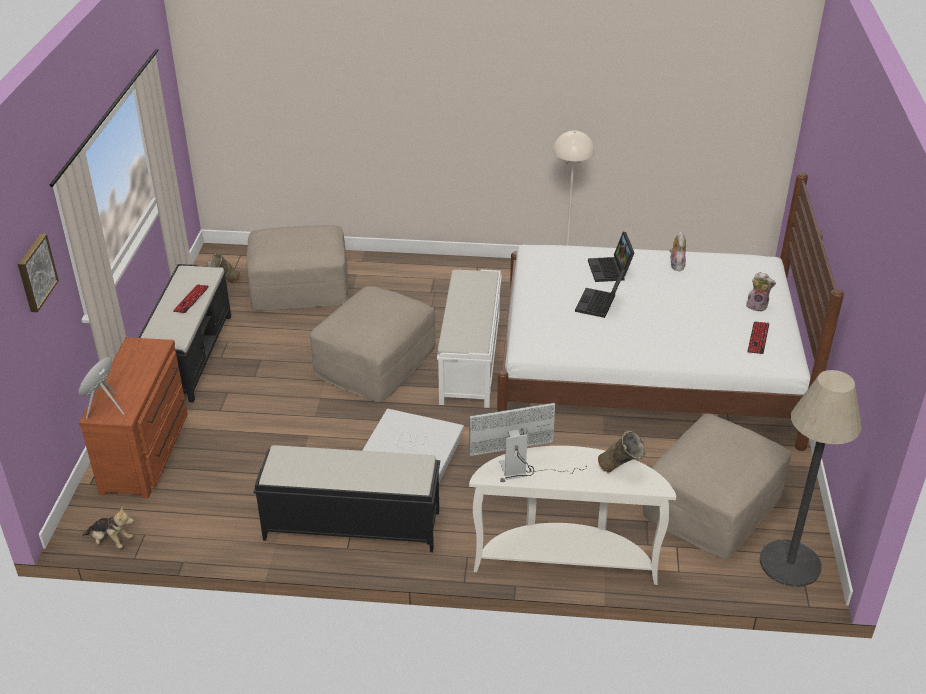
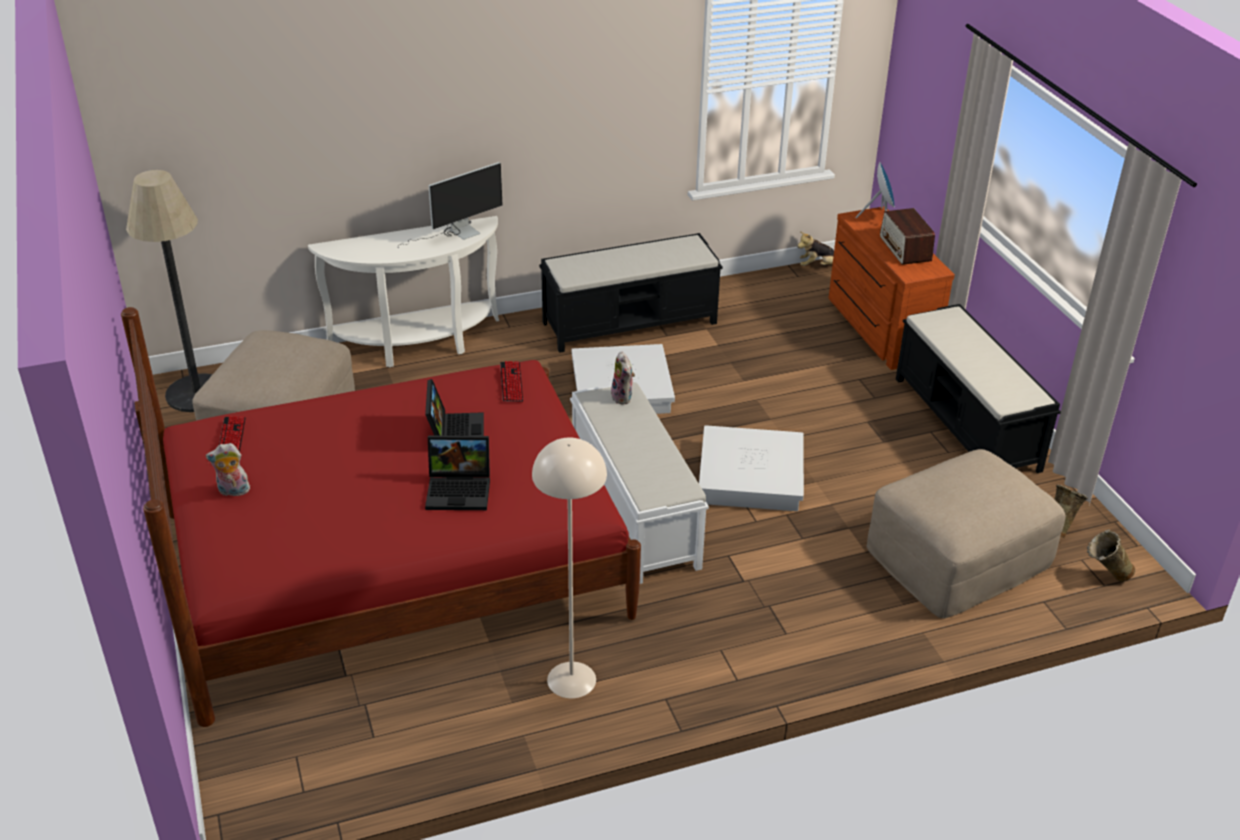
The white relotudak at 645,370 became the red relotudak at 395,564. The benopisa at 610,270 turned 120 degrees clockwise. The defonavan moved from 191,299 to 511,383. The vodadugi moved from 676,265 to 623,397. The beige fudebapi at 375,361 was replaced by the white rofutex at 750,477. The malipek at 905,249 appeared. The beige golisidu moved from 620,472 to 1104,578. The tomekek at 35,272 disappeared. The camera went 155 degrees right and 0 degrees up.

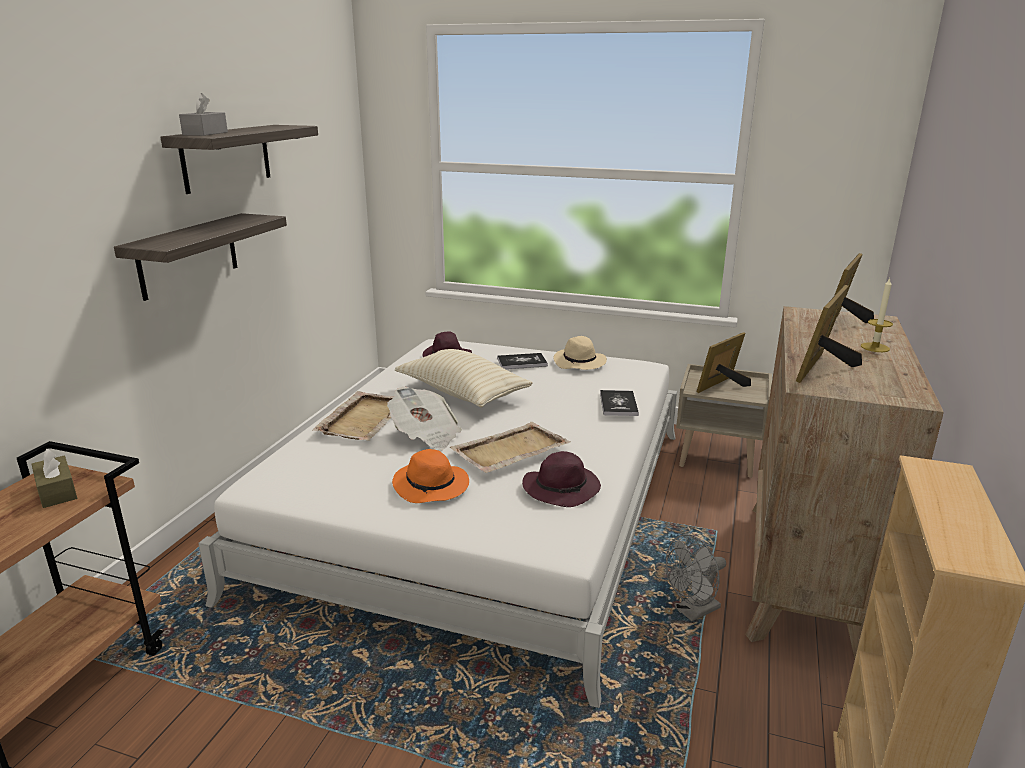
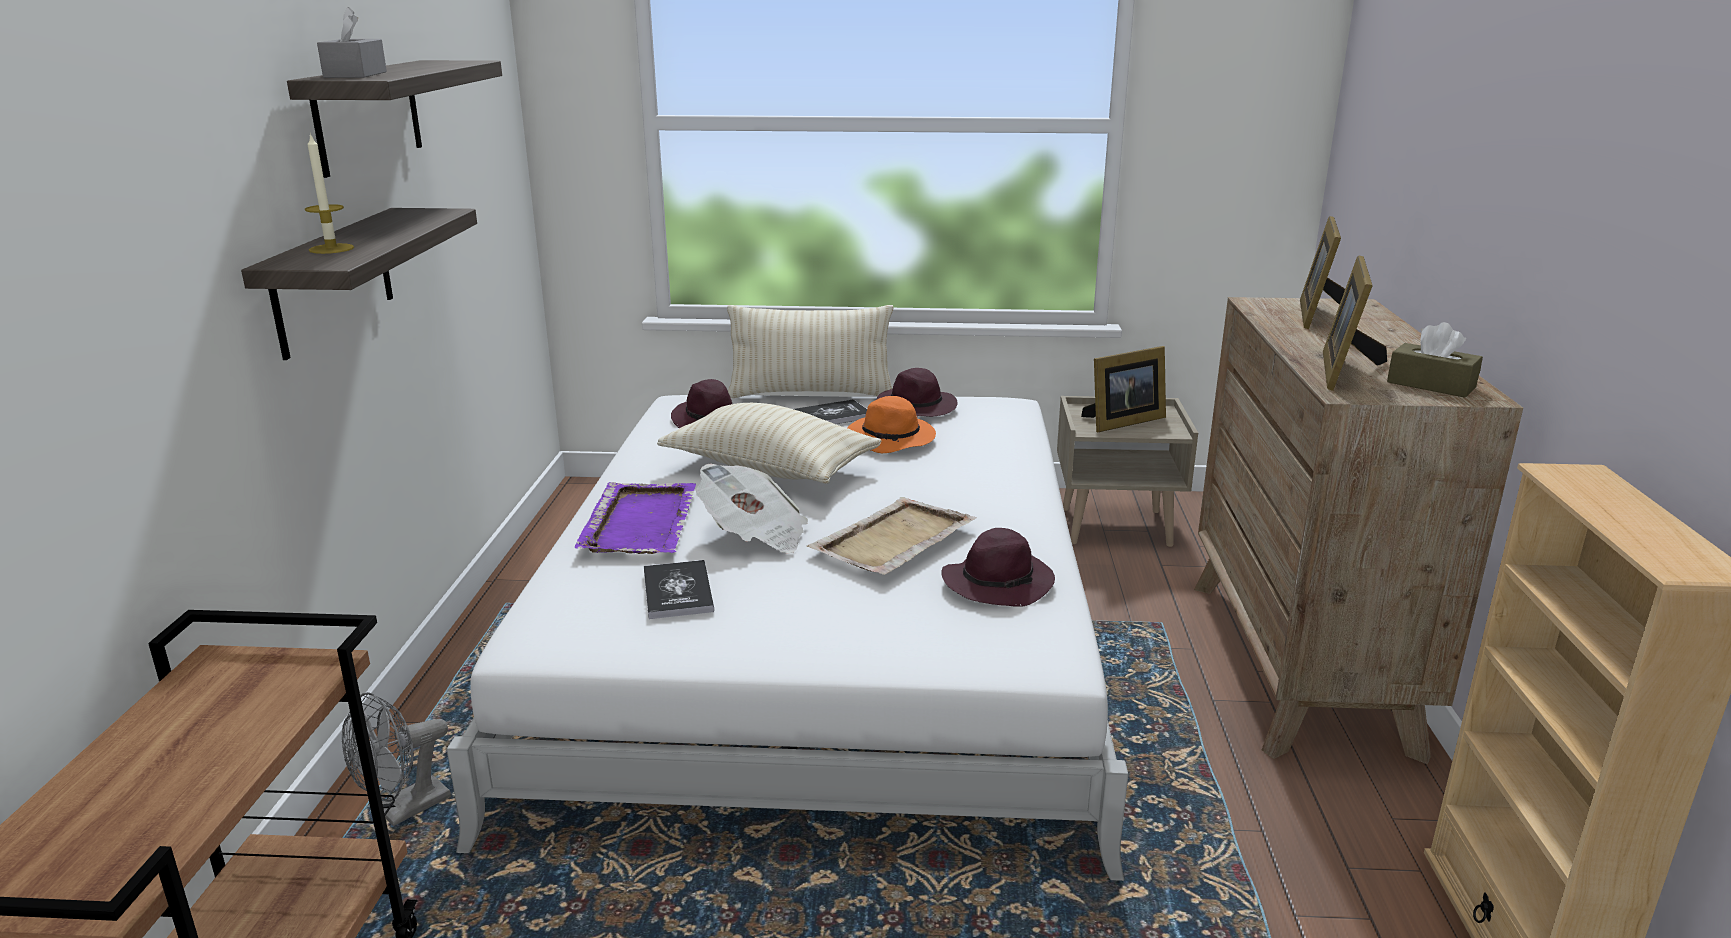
The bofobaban moved from 875,347 to 331,249. The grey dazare moved from 692,612 to 404,811. The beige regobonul at 363,418 became the purple regobonul at 640,521. The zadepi moved from 618,404 to 678,591. The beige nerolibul at 811,394 appeared. The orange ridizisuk moved from 432,486 to 892,439. The beige ridizisuk at 580,363 became the purple ridizisuk at 917,408. The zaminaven at 722,386 turned 150 degrees counterclockwise. The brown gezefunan moved from 57,491 to 1431,385. The camera went 15 degrees left and 0 degrees up.

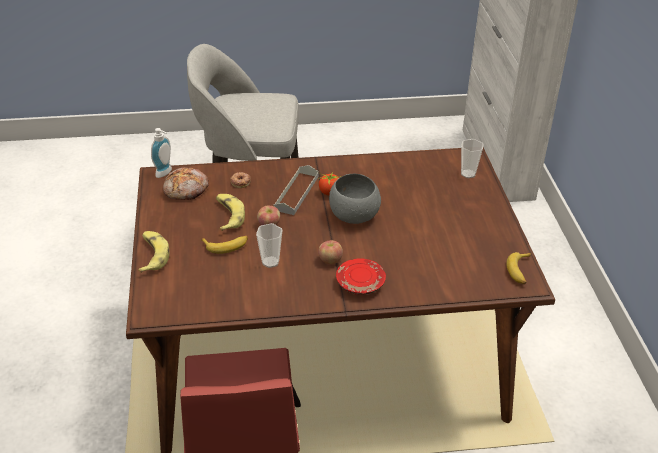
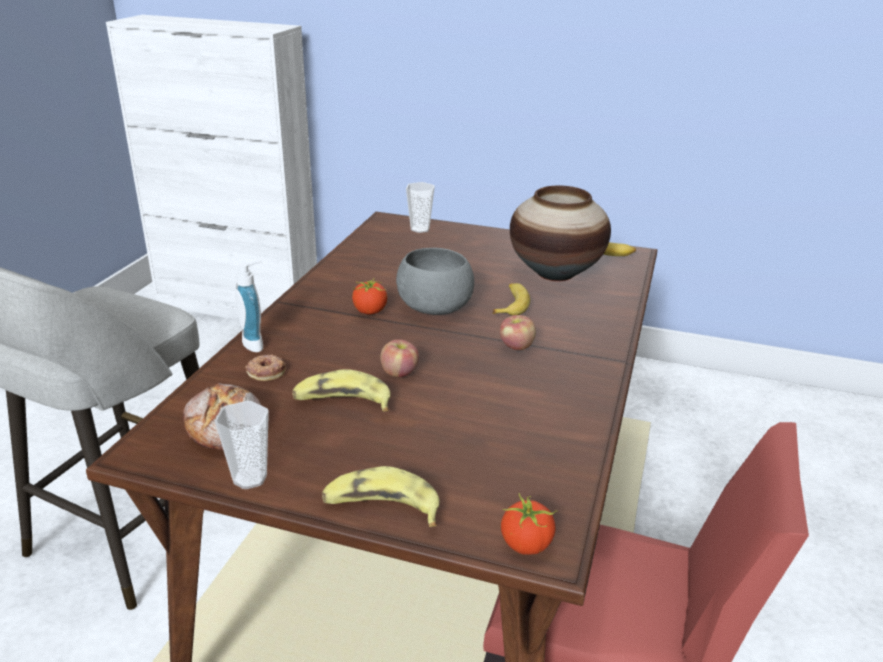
The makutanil moved from 270,262 to 250,478. The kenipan moved from 165,173 to 257,343. The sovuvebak moved from 226,246 to 511,304. The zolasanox at 526,545 appeared. The golisidu at 555,273 appeared. The grey regobonul at 296,193 disappeared. The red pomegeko at 360,283 disappeared. The camera went 65 degrees left and 10 degrees down.

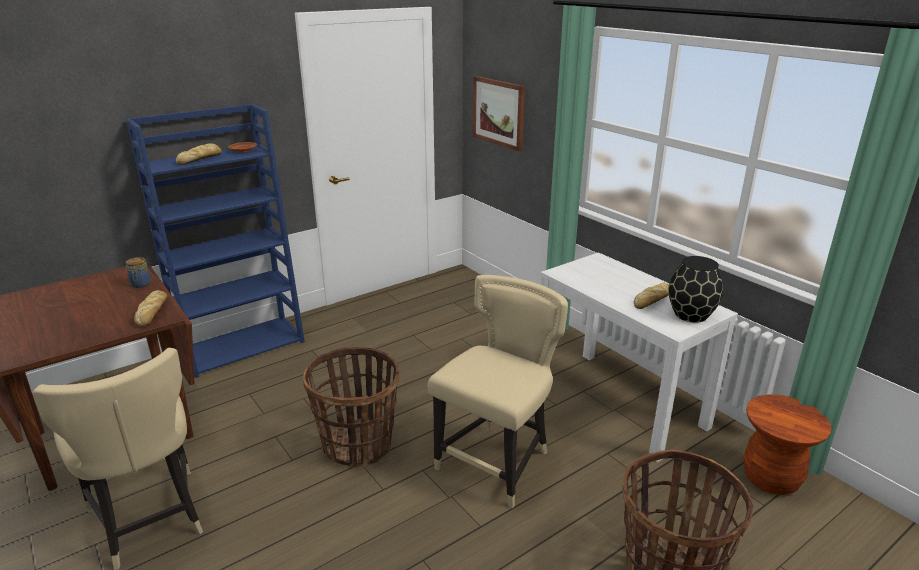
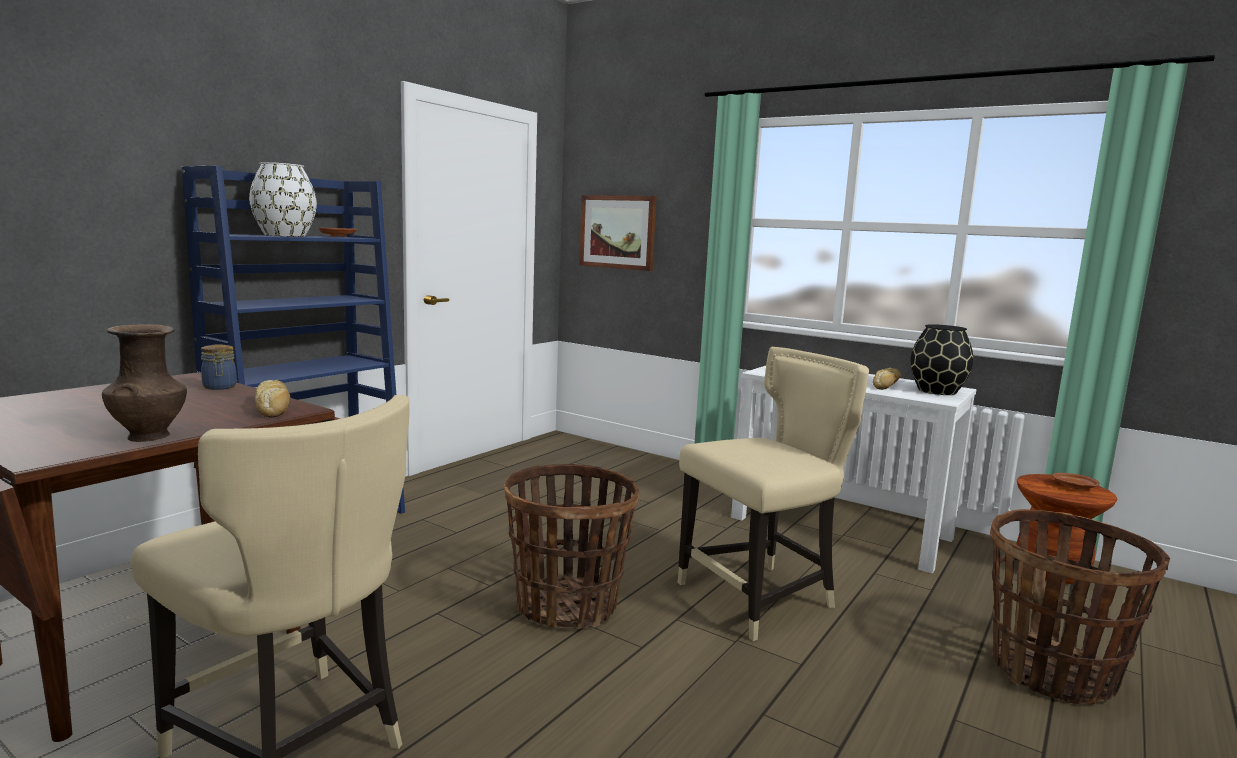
The brown golisidu at 149,436 appeared. The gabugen at 200,159 was replaced by the white golisidu at 285,235. The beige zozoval at 497,462 turned 45 degrees clockwise. The brown pomegeko at 1075,487 appeared. The camera went 20 degrees left and 15 degrees down.

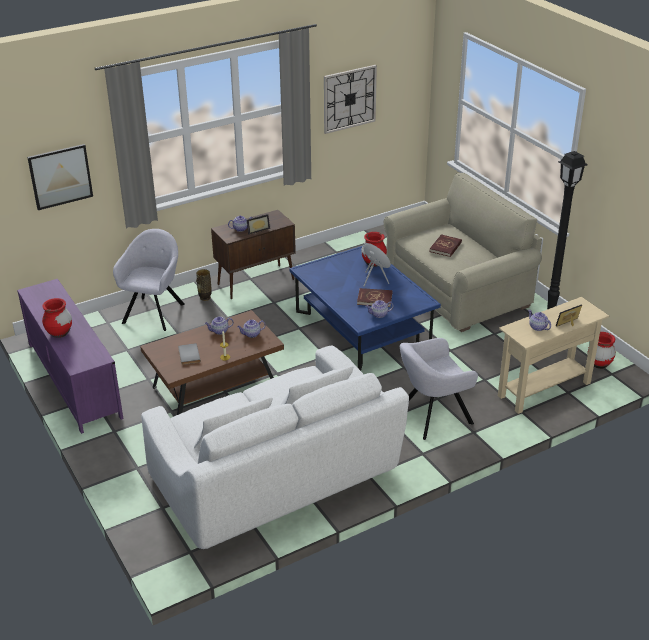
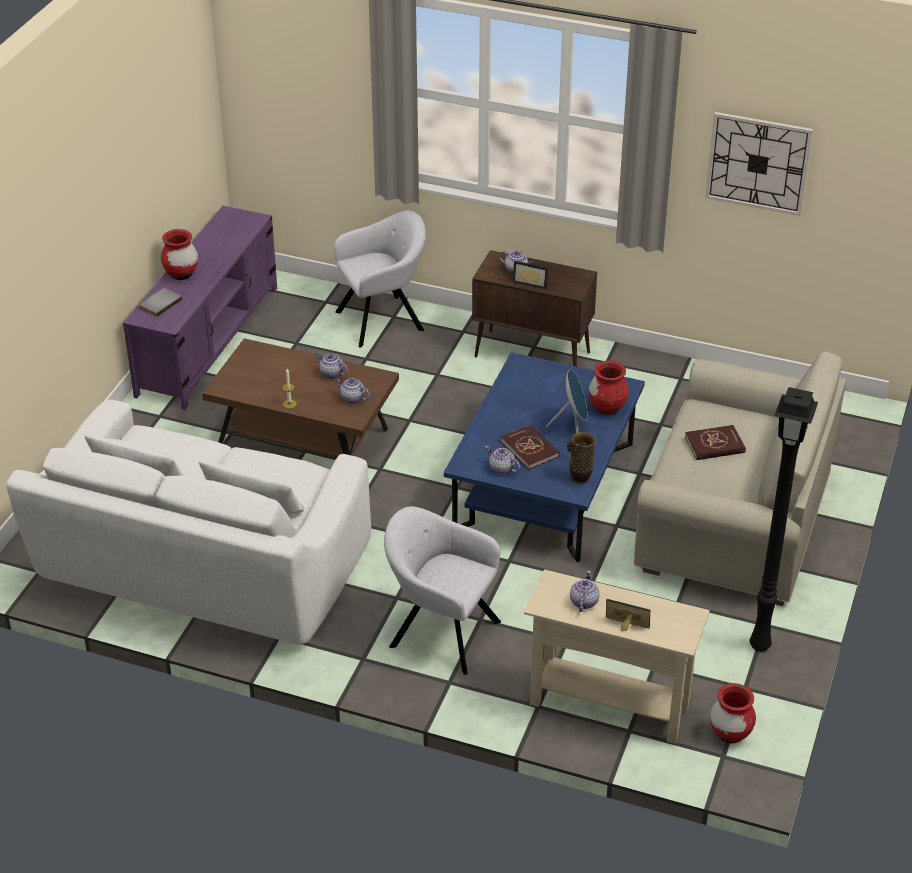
The grey zadepi moved from 188,355 to 159,303. The golisidu moved from 205,298 to 580,478. The tomekek at 60,176 disappeared. The camera went 50 degrees right and 5 degrees up.

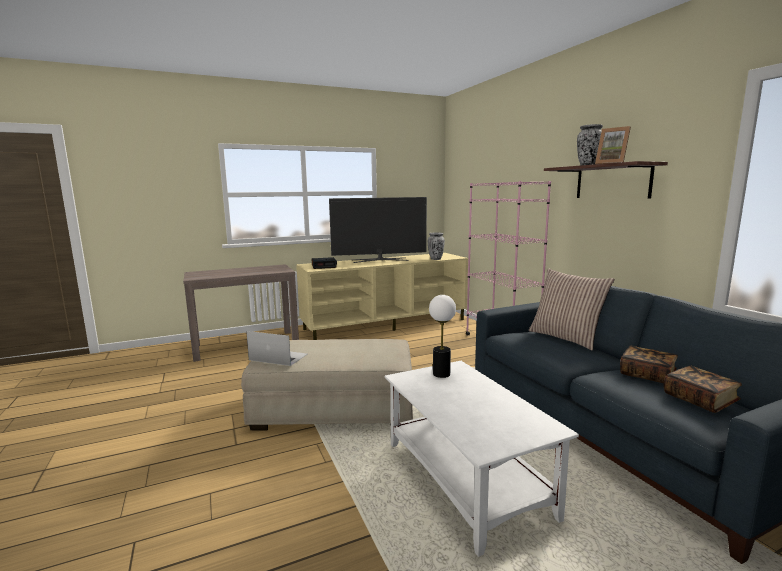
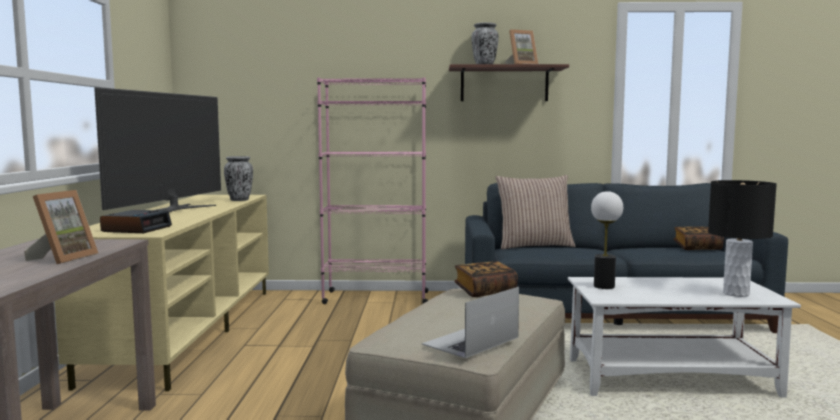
The zaminaven at 63,258 appeared. The zadepi moved from 647,375 to 485,291. The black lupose at 736,293 appeared. The camera went 65 degrees left and 5 degrees down.

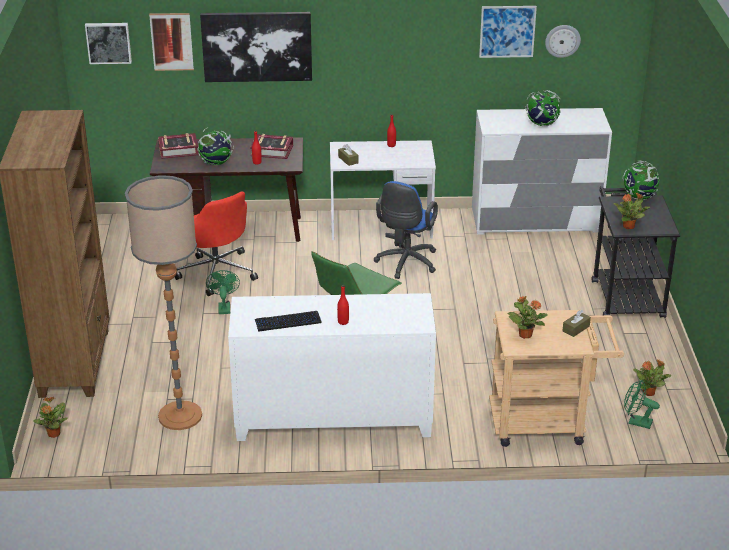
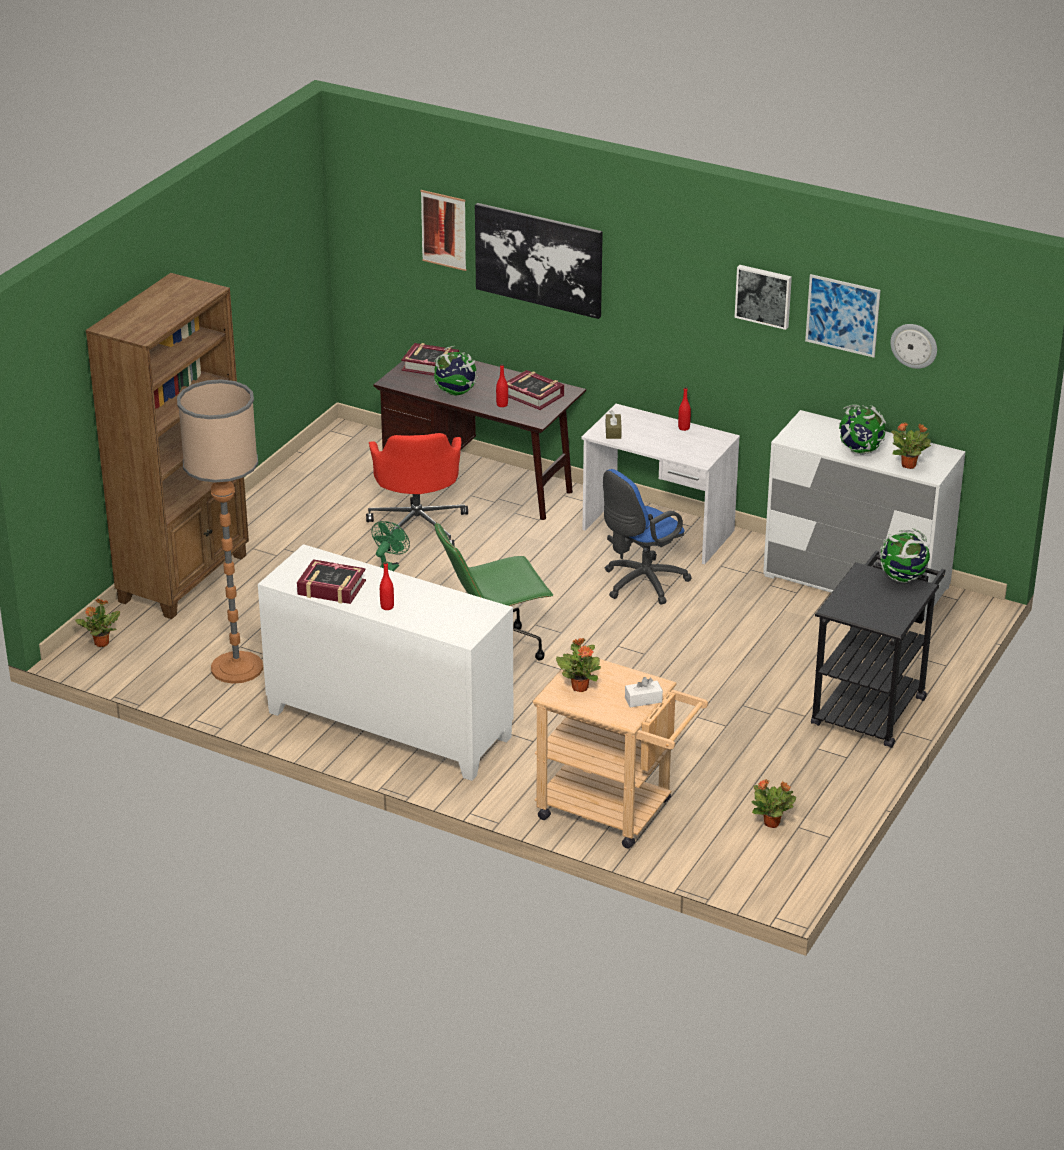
The defonavan at 287,322 was replaced by the zadepi at 331,588. The brown gezefunan at 576,329 became the white gezefunan at 643,700. The tomekek moved from 108,42 to 764,295. The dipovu moved from 629,226 to 909,465. The green dazare at 636,422 disappeared. The camera went 30 degrees right and 0 degrees up.

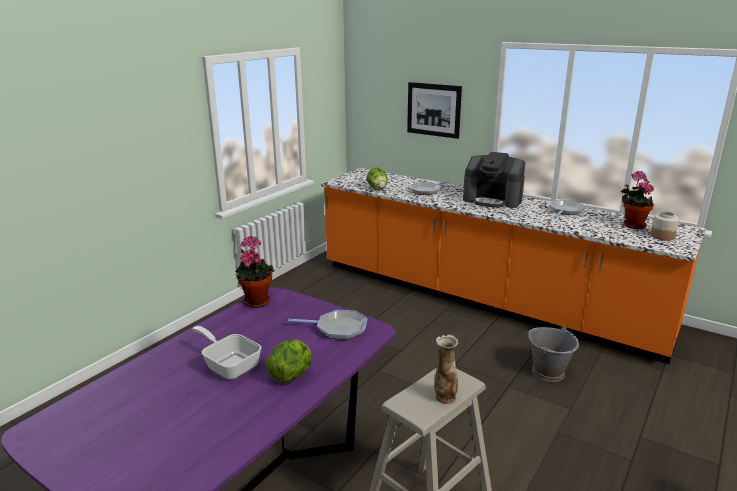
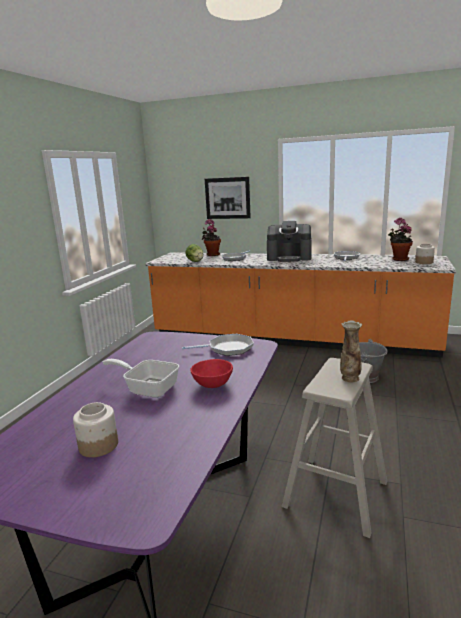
The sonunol at 98,445 appeared. The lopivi at 292,375 was replaced by the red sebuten at 212,385. The dipovu moved from 256,300 to 212,255. The camera went 15 degrees left and 5 degrees down.

